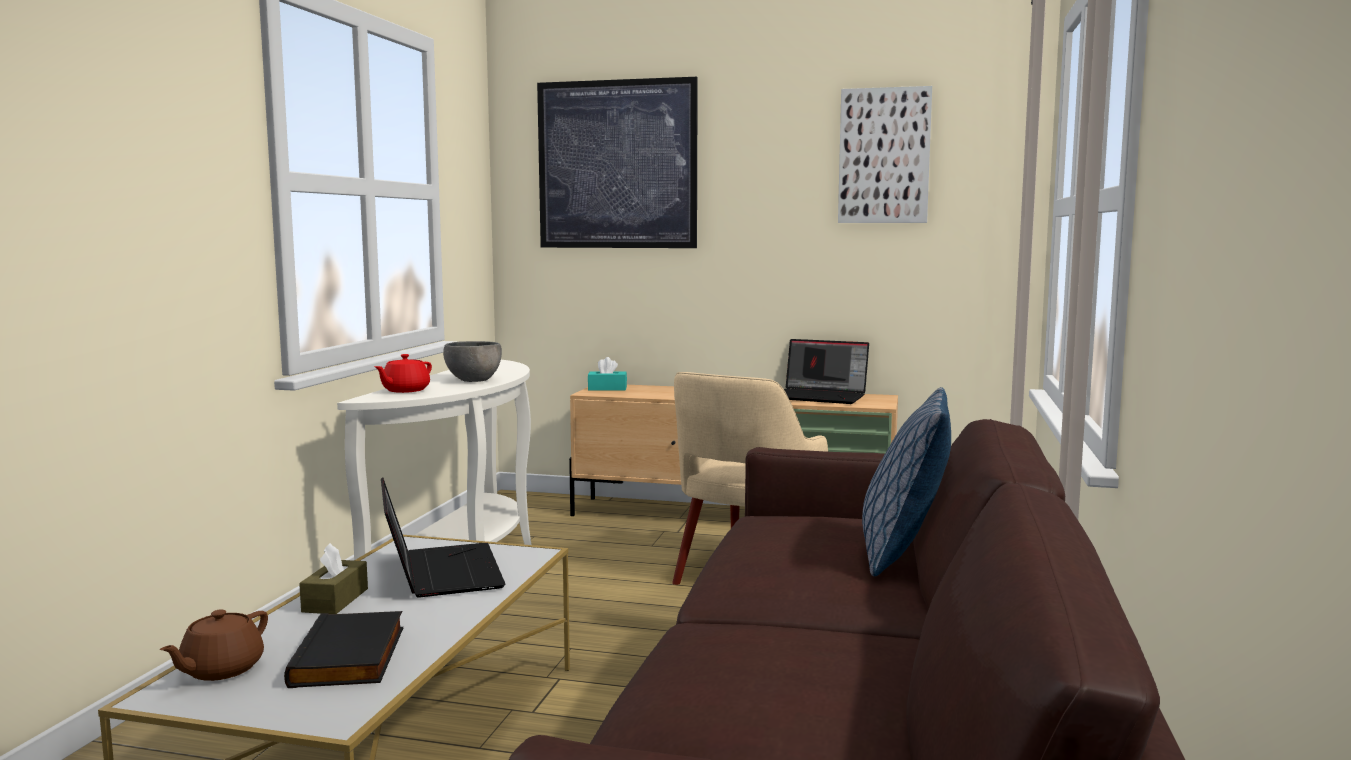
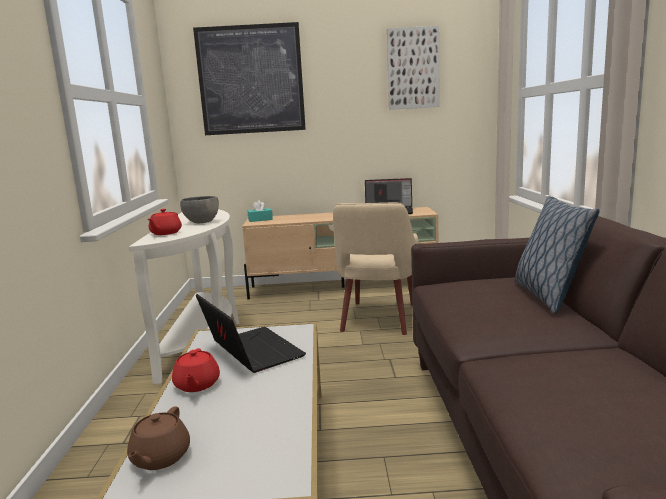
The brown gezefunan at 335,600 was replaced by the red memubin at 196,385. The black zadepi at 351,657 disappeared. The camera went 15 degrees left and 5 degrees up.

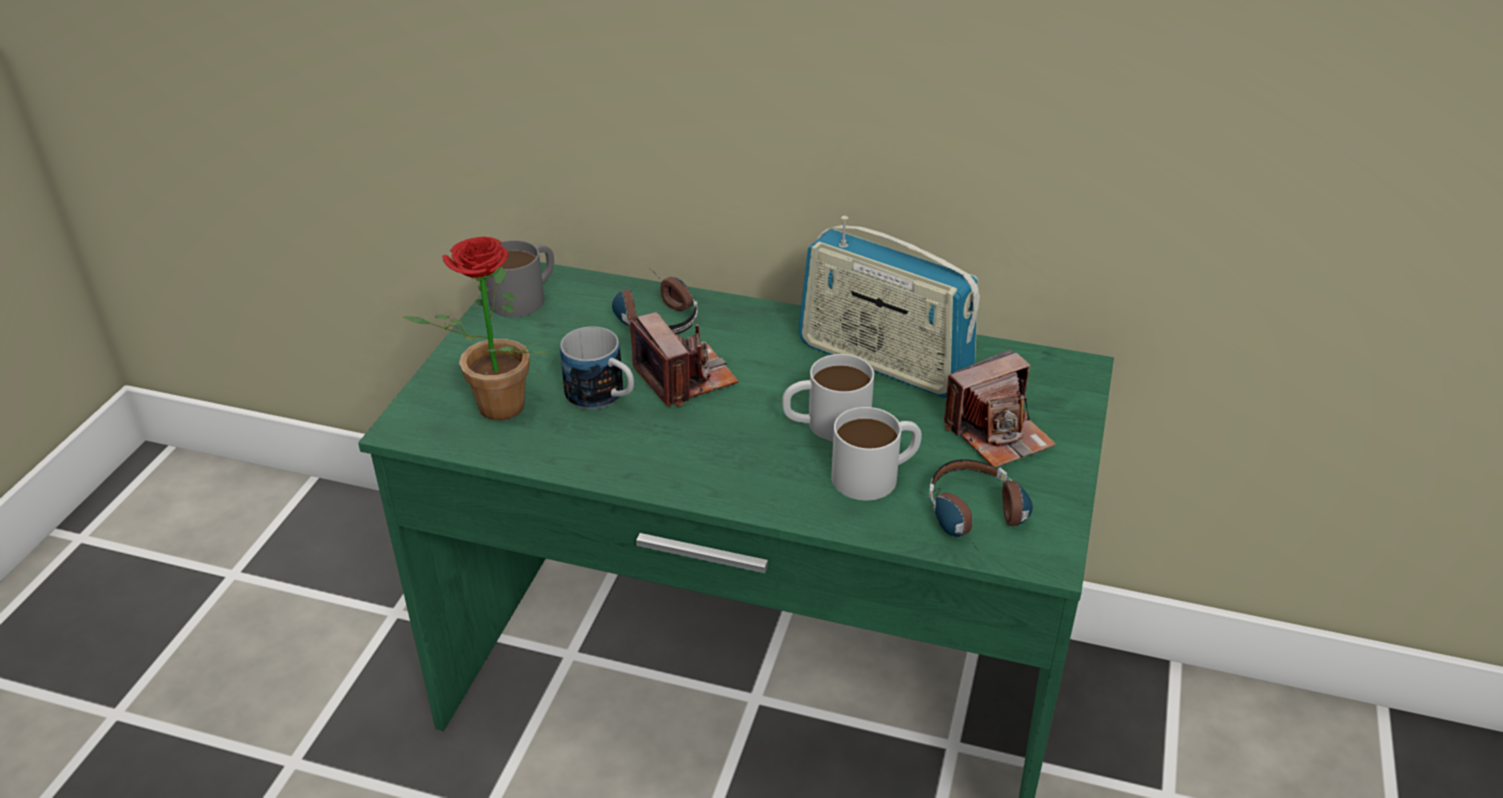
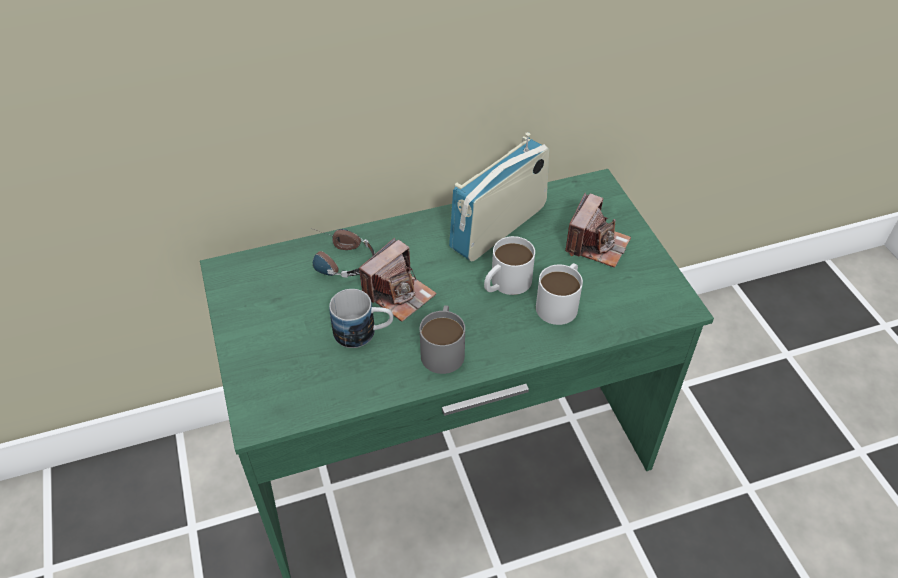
The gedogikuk at 685,378 turned 105 degrees clockwise. The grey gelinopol moved from 525,296 to 443,348. The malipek at 883,361 turned 135 degrees clockwise. The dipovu at 492,410 disappeared. The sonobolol at 981,522 disappeared. The camera went 35 degrees left and 10 degrees up.

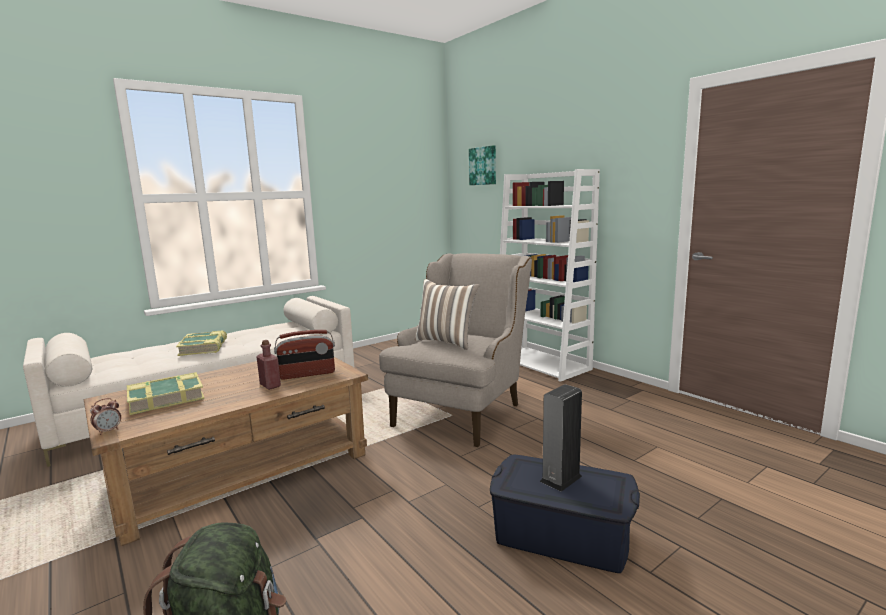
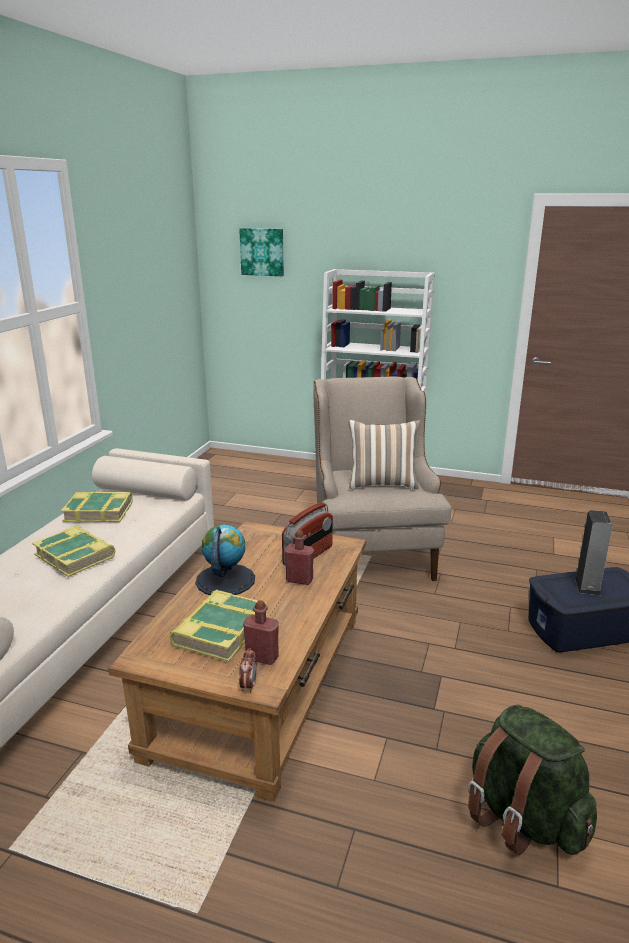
The zadepi at 99,512 appeared. The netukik at 225,580 appeared. The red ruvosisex at 262,657 appeared. The camera went 35 degrees left and 10 degrees up.

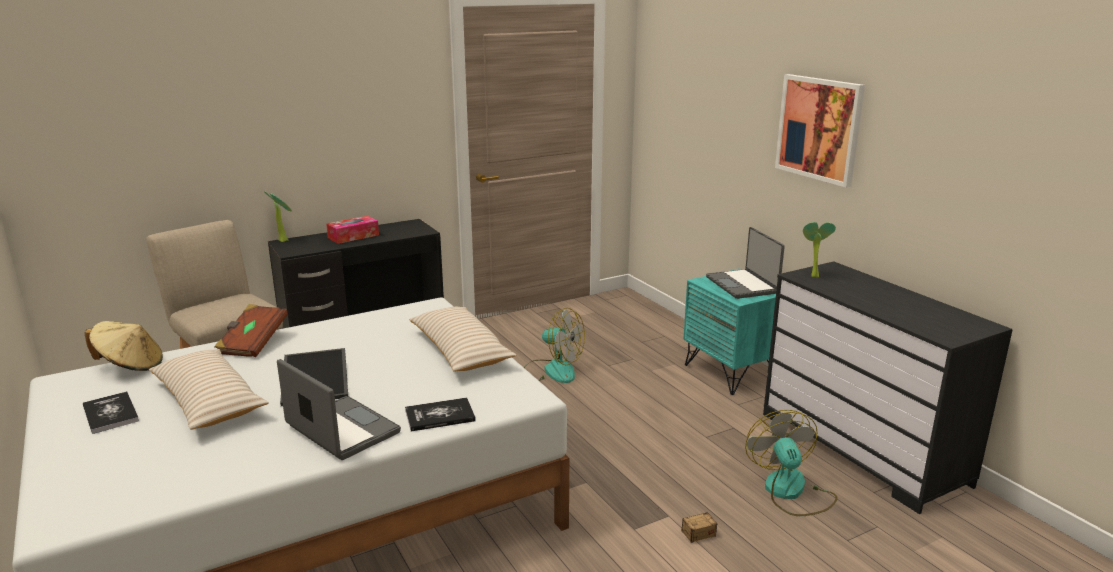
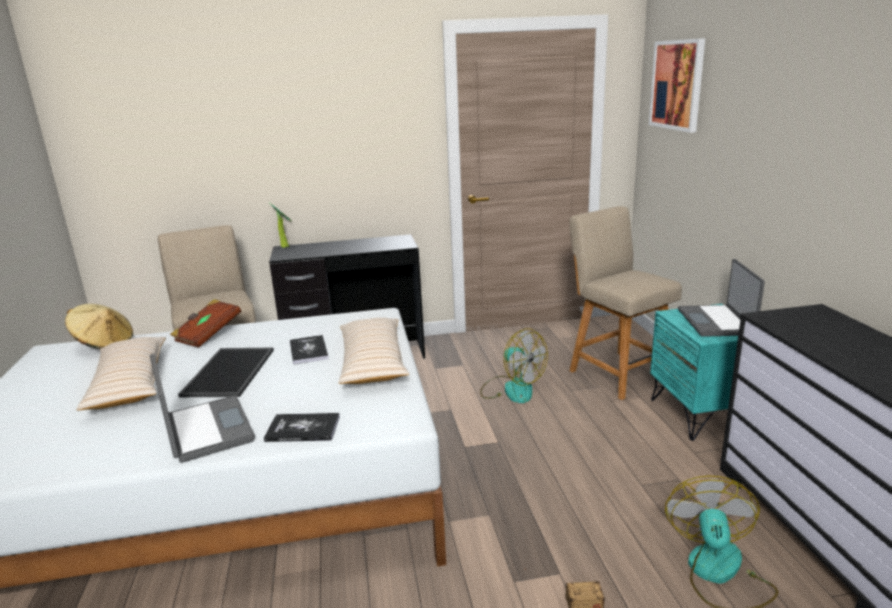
The zadepi moved from 110,414 to 308,350. The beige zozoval at 617,372 appeared. The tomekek moved from 819,128 to 677,85. The gezefunan at 353,236 disappeared. The dipovu at 812,275 disappeared. The camera went 20 degrees right and 0 degrees up.

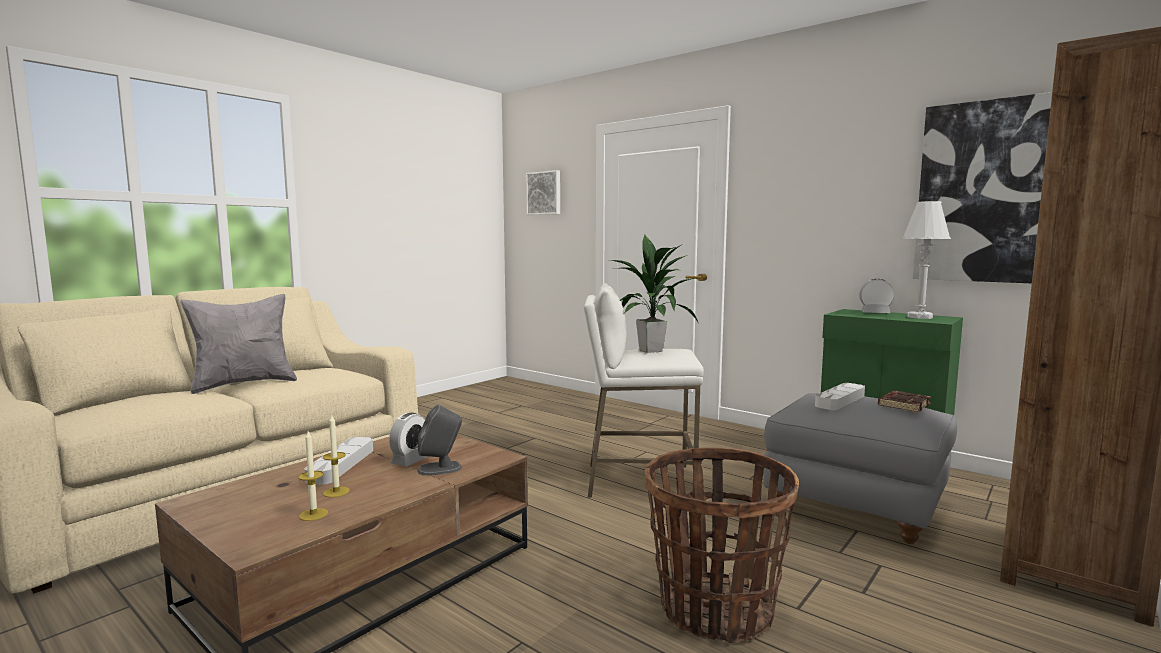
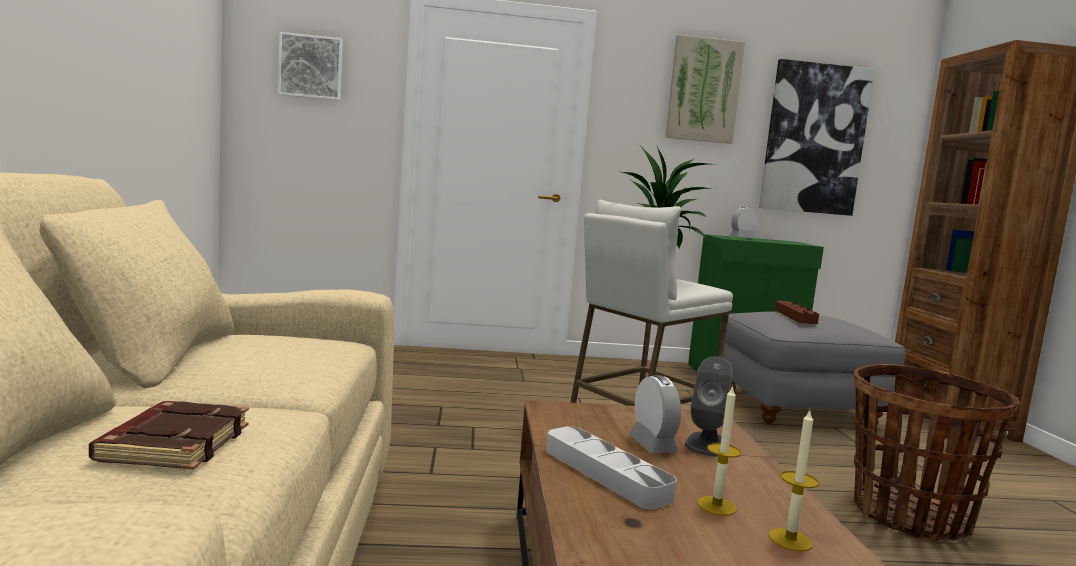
The brown zadepi moved from 903,405 to 174,444. The tomekek at 703,90 appeared. The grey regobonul at 840,400 became the brown regobonul at 795,316. The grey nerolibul at 244,384 disappeared. The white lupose at 919,317 disappeared. The camera went 45 degrees left and 0 degrees up.

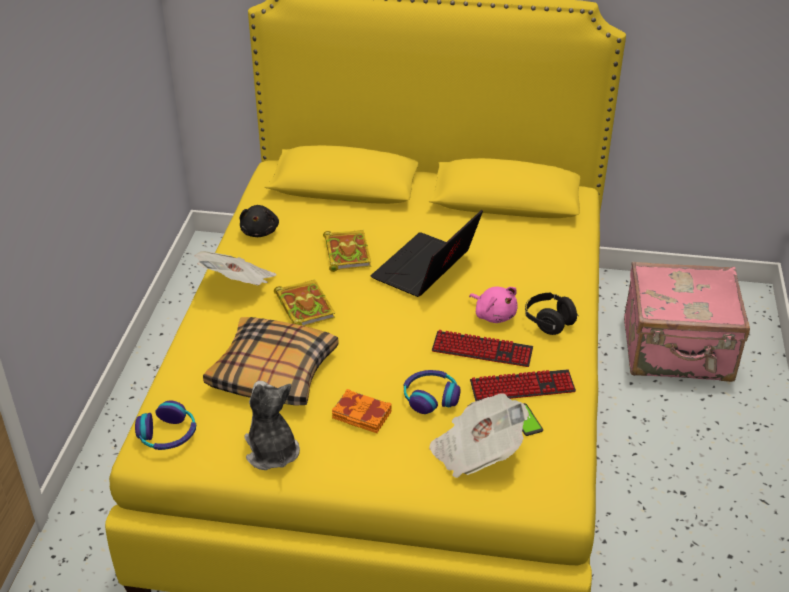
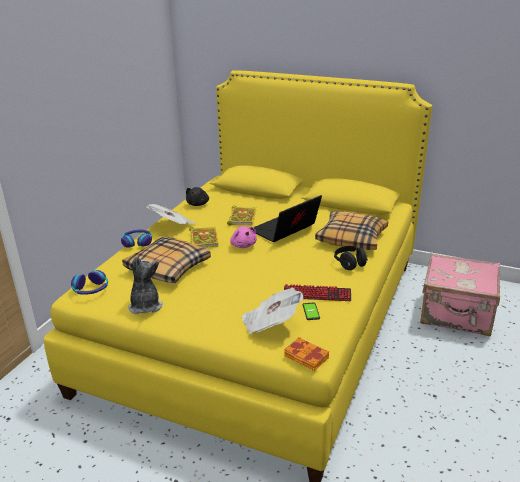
The sonobolol moved from 430,397 to 137,242. The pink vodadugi moved from 494,315 to 243,245. The orange zadepi moved from 361,415 to 306,357. The nerolibul at 352,238 appeared. The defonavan at 482,350 disappeared. The camera went 15 degrees right and 10 degrees down.

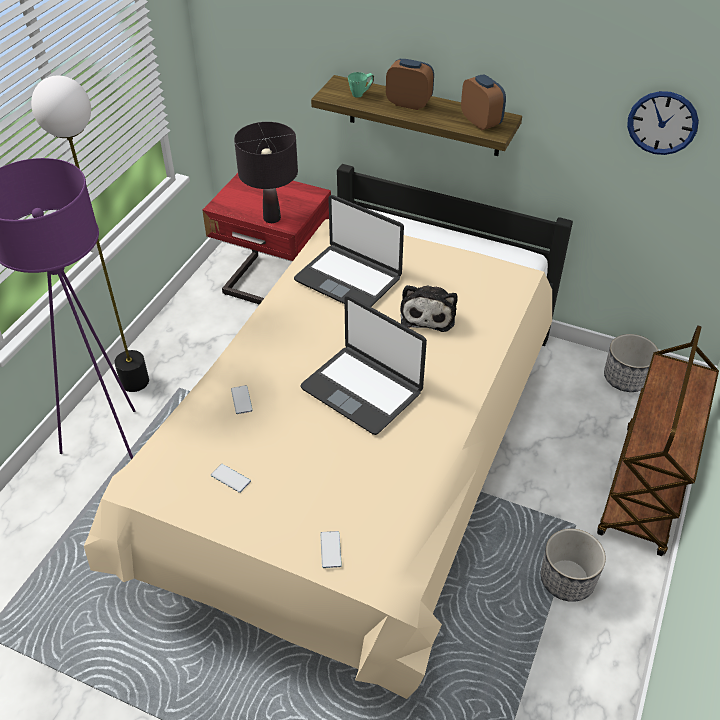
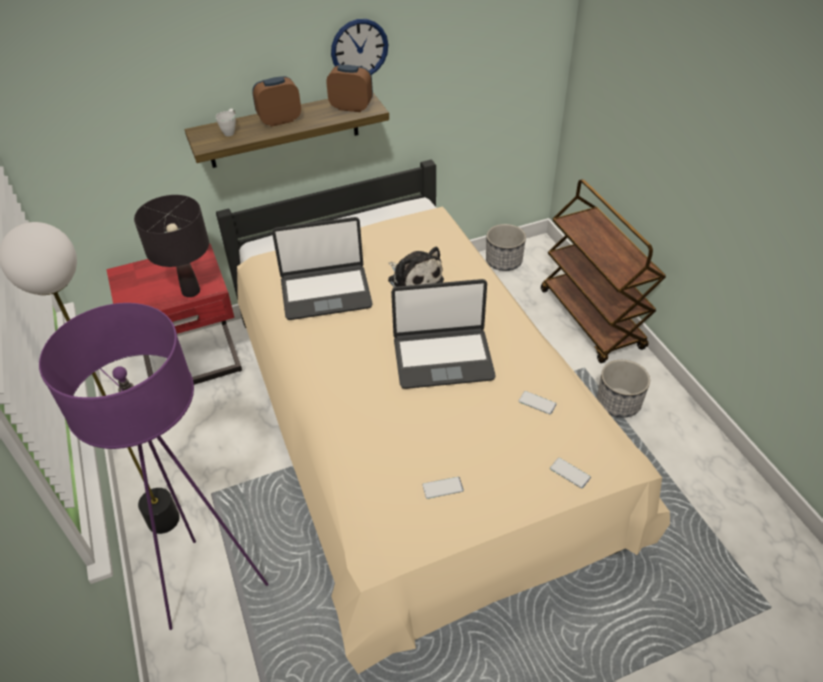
The green gelinopol at 361,93 became the white gelinopol at 230,131. The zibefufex moved from 662,123 to 359,49. The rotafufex moved from 241,400 to 537,403. The camera went 45 degrees left and 0 degrees up.

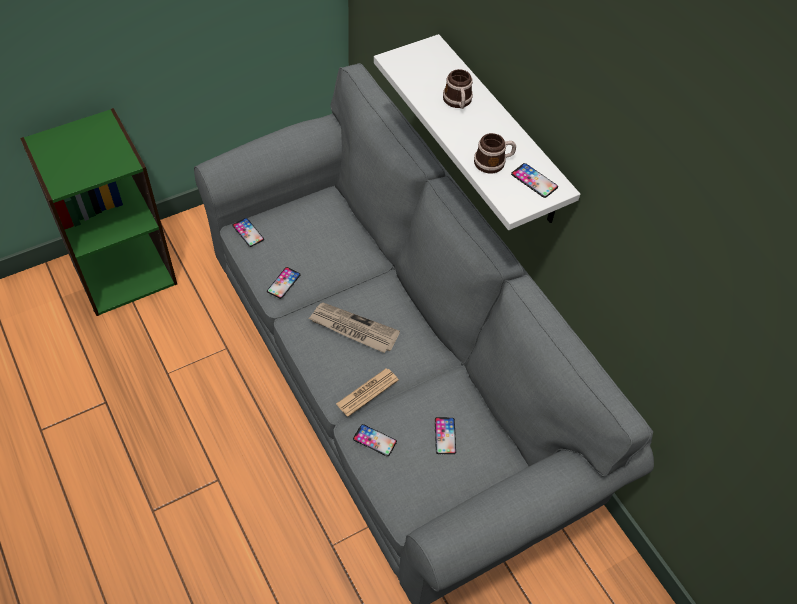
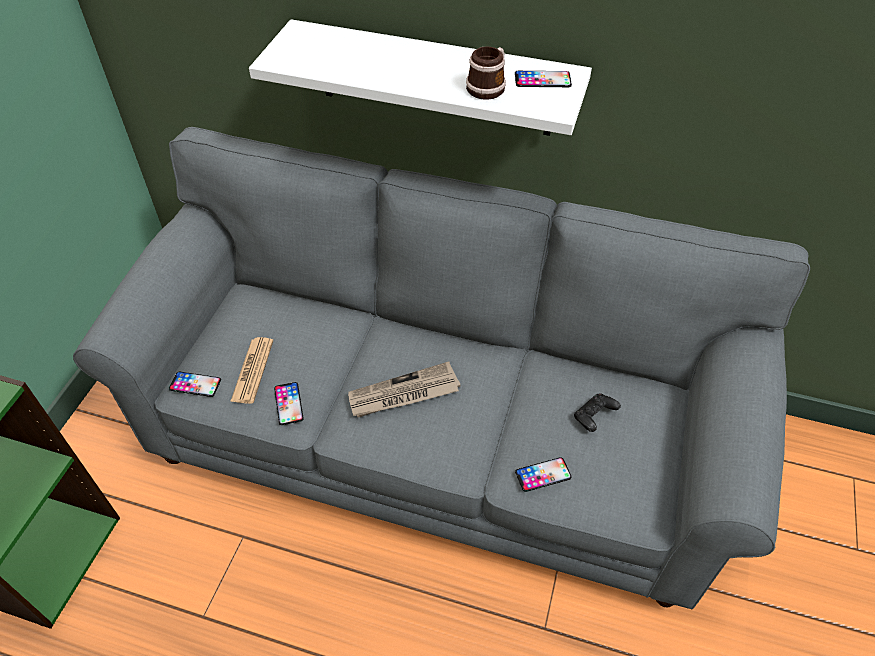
The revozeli moved from 367,392 to 252,370. The rotafufex at 445,436 was replaced by the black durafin at 593,417. The gelinopol at 458,102 disappeared. The camera went 40 degrees left and 5 degrees down.

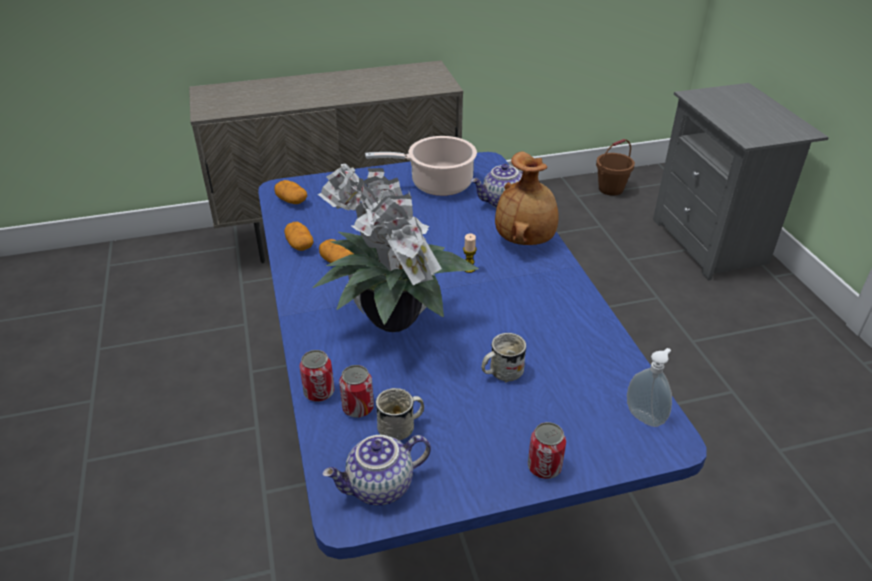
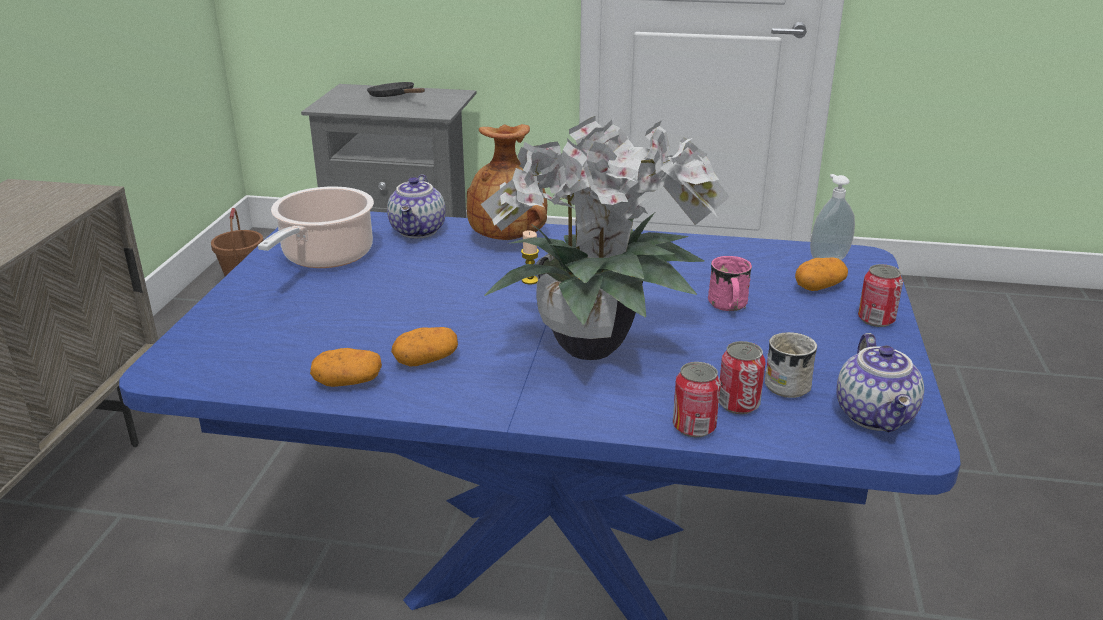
The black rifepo at 394,97 appeared. The white gelinopol at 501,372 became the pink gelinopol at 728,307. The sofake moved from 291,201 to 819,287. The camera went 65 degrees left and 10 degrees down.

